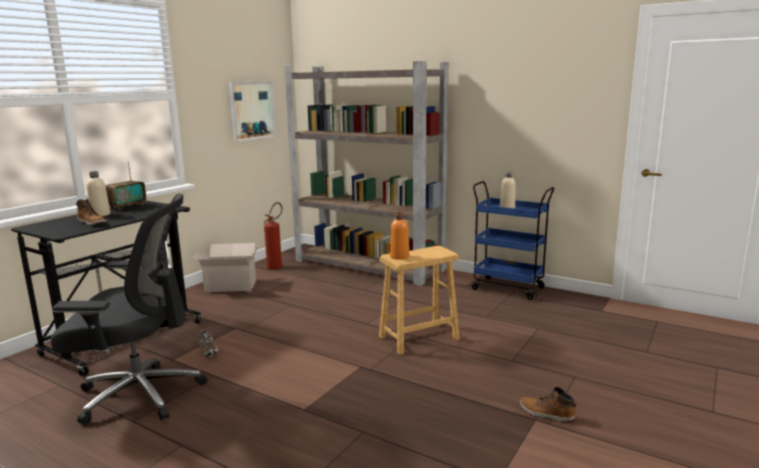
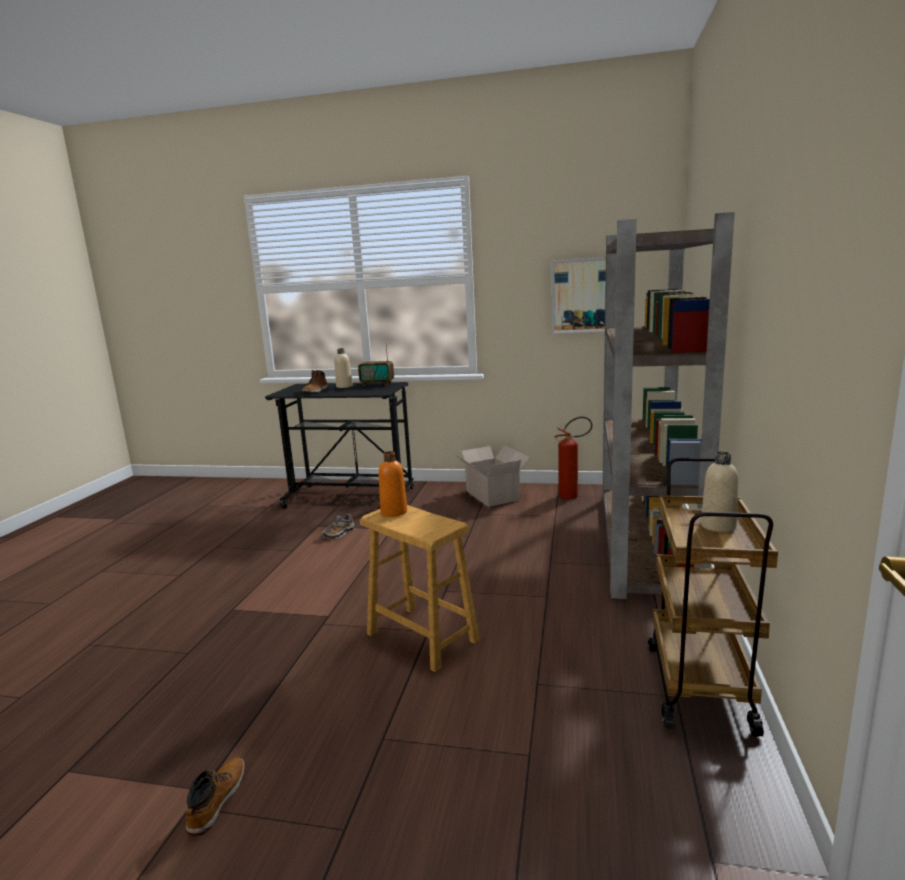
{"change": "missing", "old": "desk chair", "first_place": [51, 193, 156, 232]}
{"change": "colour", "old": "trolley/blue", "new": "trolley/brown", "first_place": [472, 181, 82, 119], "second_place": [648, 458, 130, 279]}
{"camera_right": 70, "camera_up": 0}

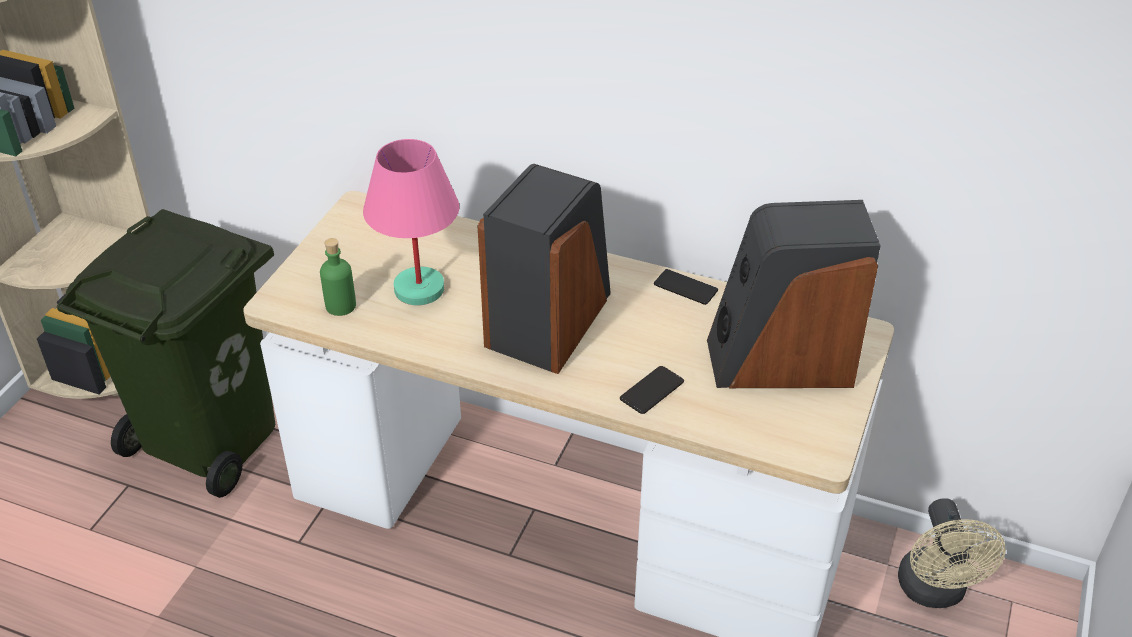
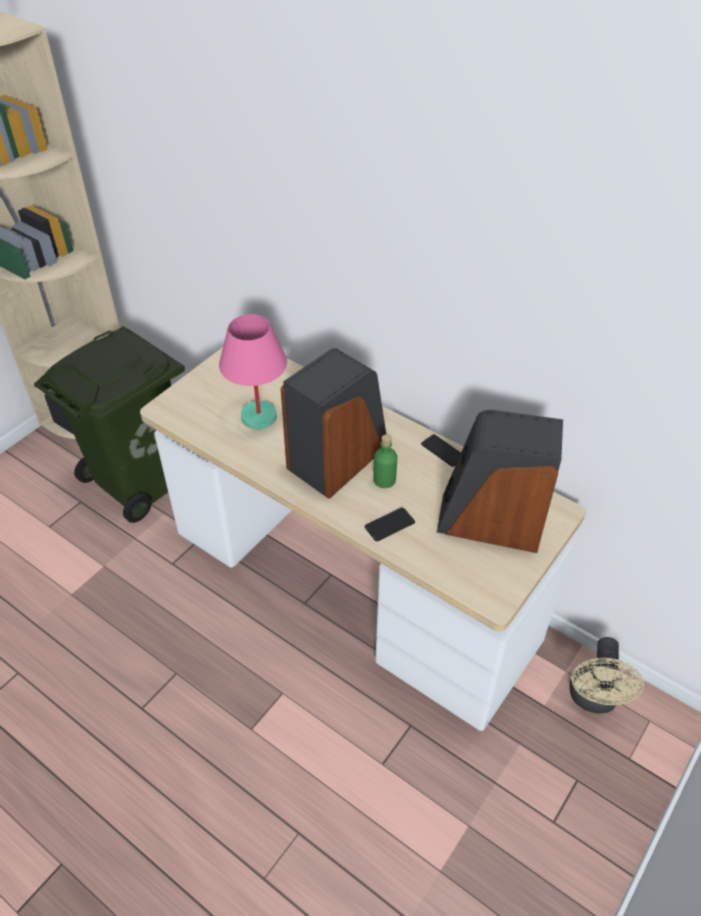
{"change": "relocated", "old": "beverage bottle/green-coloured", "first_place": [320, 238, 36, 78], "second_place": [373, 434, 24, 54]}
{"camera_right": 15, "camera_up": 5}

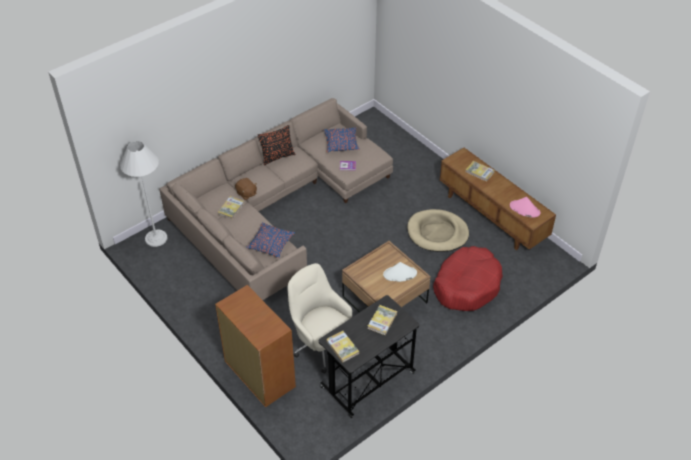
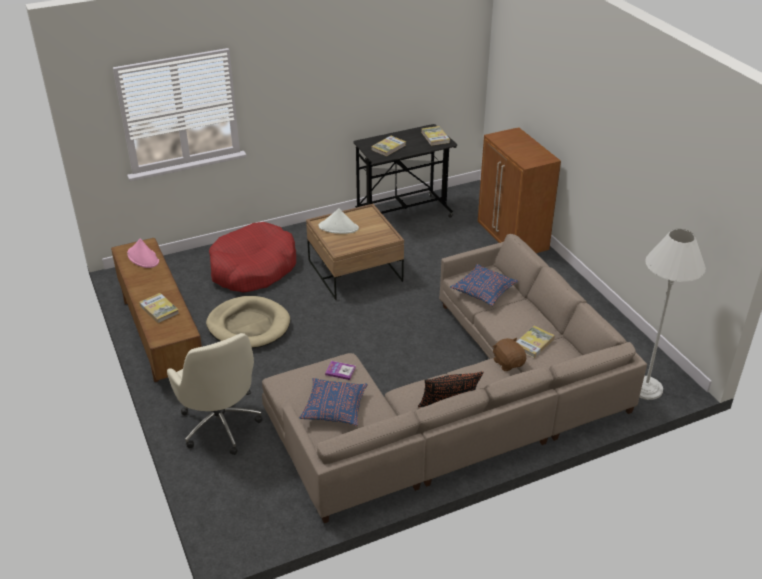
{"change": "relocated", "old": "desk chair/sand-coloured", "first_place": [288, 263, 64, 111], "second_place": [167, 333, 96, 122]}
{"camera_right": -165, "camera_up": -10}

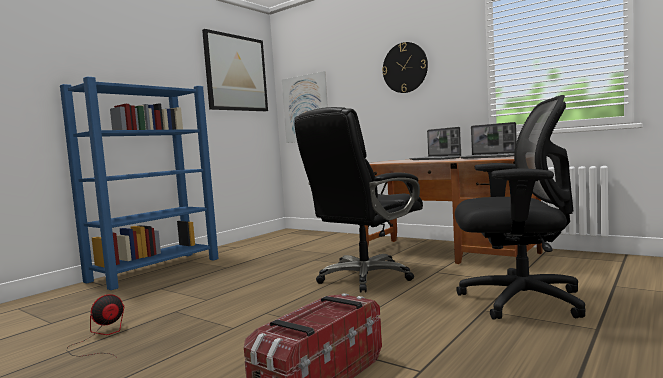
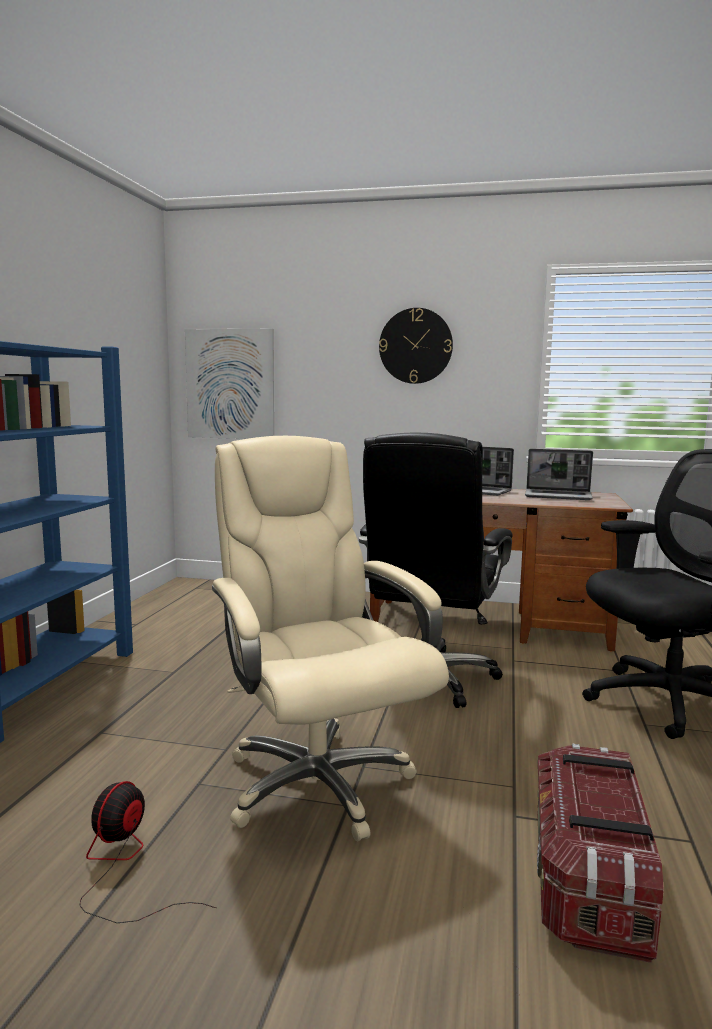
{"change": "missing", "old": "wall picture", "first_place": [202, 29, 66, 82]}
{"change": "appeared", "new": "desk chair/sand-coloured", "second_place": [212, 436, 237, 405]}
{"camera_right": -25, "camera_up": 5}

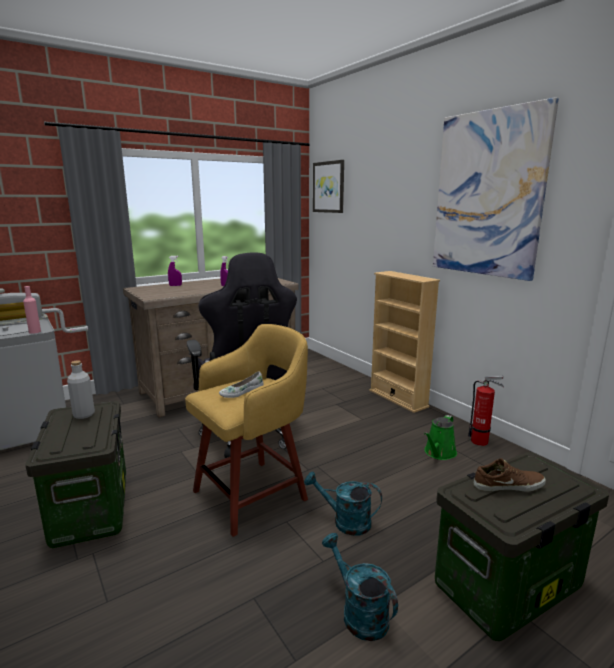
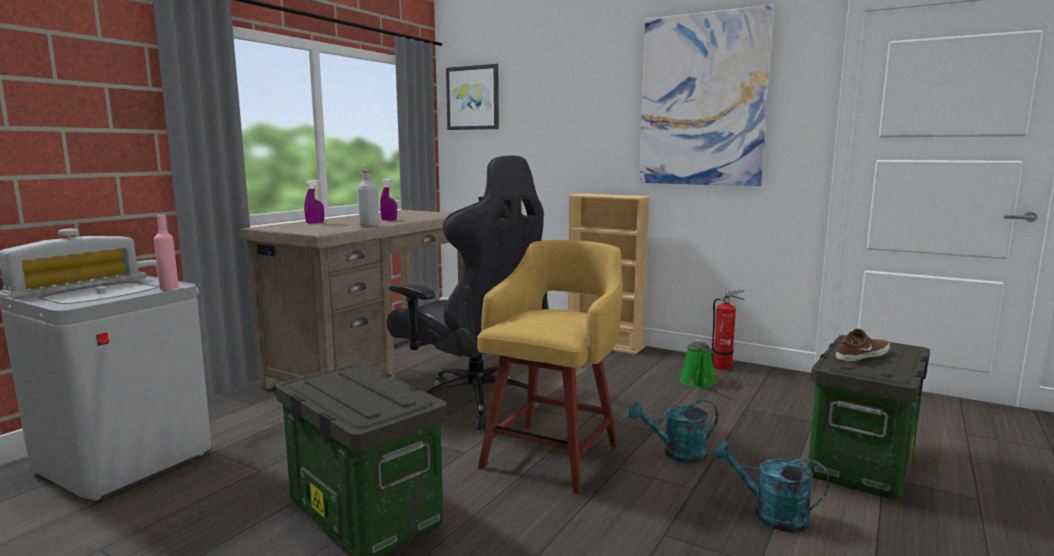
{"change": "missing", "old": "low shoe/white", "first_place": [219, 371, 45, 27]}
{"change": "relocated", "old": "beverage bottle/grey", "first_place": [67, 360, 28, 59], "second_place": [357, 171, 22, 56]}
{"camera_right": -25, "camera_up": -5}

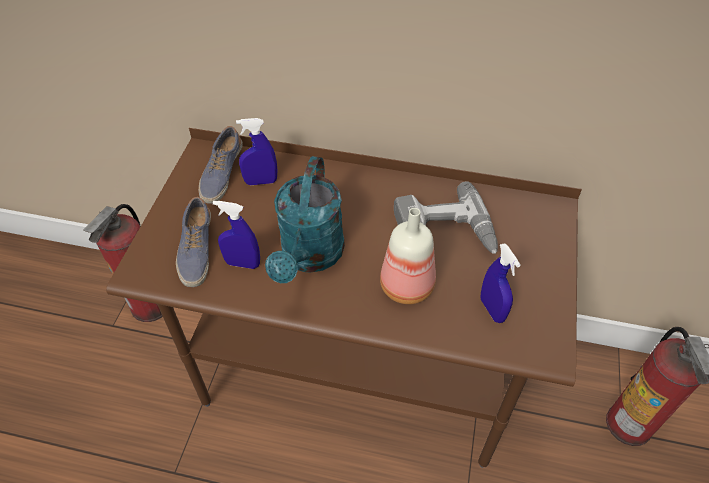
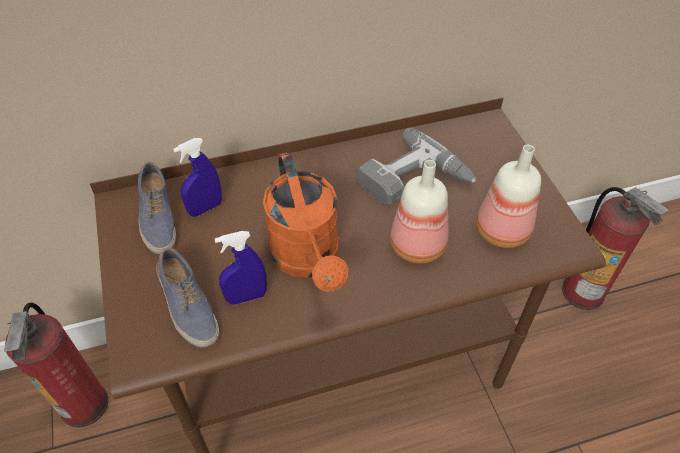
{"change": "exchanged", "old": "hand sprayer/blue", "new": "beverage bottle", "first_place": [481, 243, 40, 80], "second_place": [476, 144, 65, 104]}
{"change": "colour", "old": "watering pot/turquoise-coloured", "new": "watering pot/orange-coloured", "first_place": [265, 156, 80, 127], "second_place": [263, 152, 85, 140]}
{"camera_right": -30, "camera_up": 0}

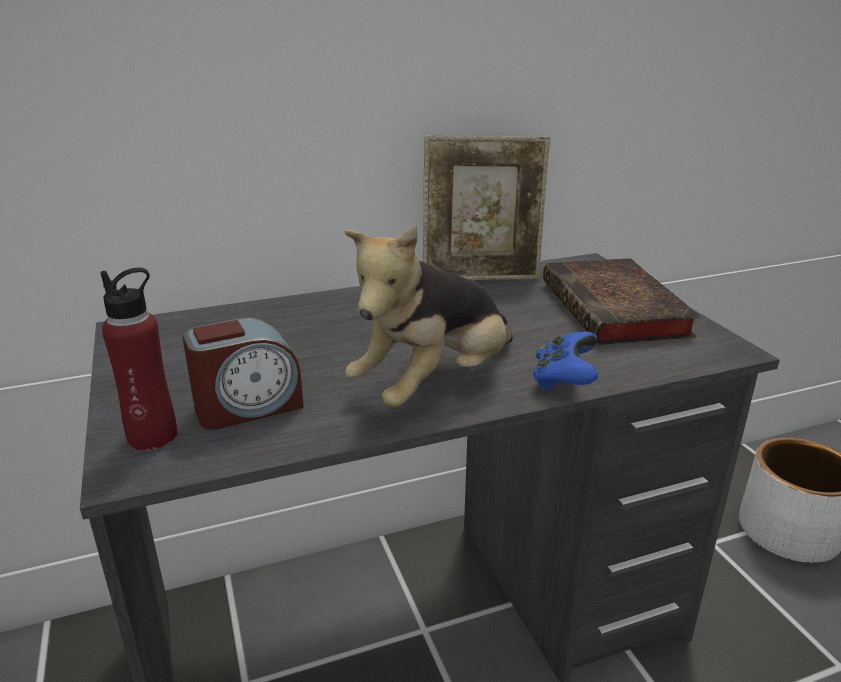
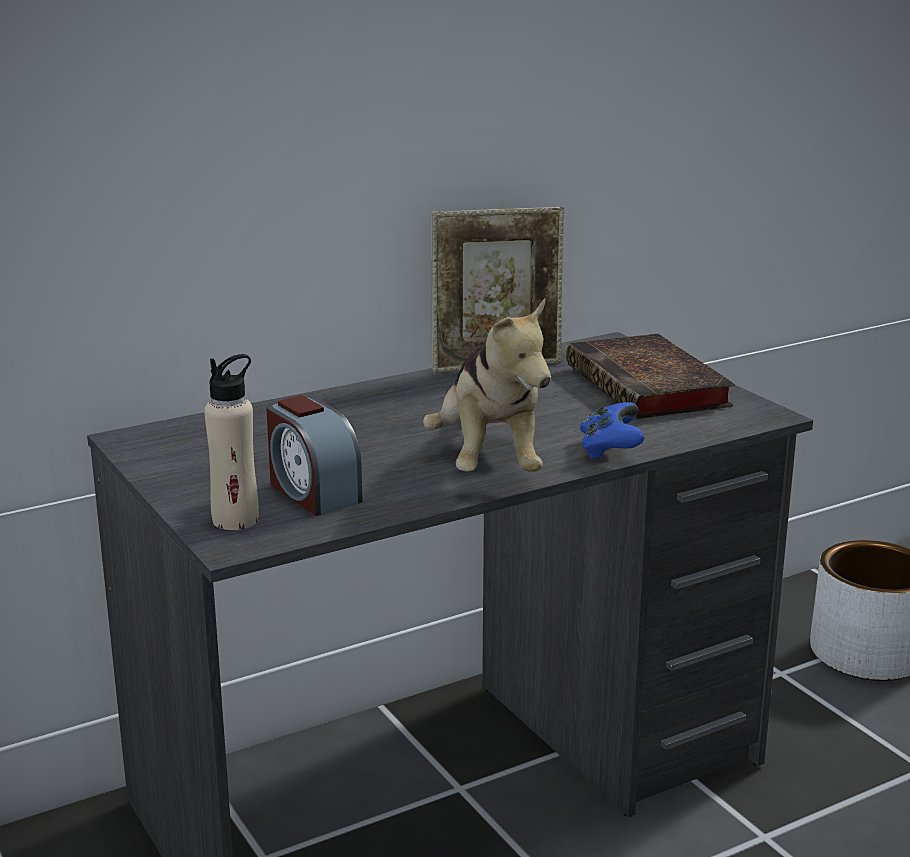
{"change": "colour", "old": "beverage bottle/reddish", "new": "beverage bottle/sand-coloured", "first_place": [100, 268, 77, 182], "second_place": [204, 354, 55, 176]}
{"change": "spun", "old": "table clock", "first_place": [182, 318, 122, 112], "second_place": [266, 395, 97, 121], "degrees": 90}
{"change": "spun", "old": "cuddly toy", "first_place": [344, 225, 169, 183], "second_place": [423, 298, 128, 174], "degrees": -45}
{"camera_right": -10, "camera_up": -5}

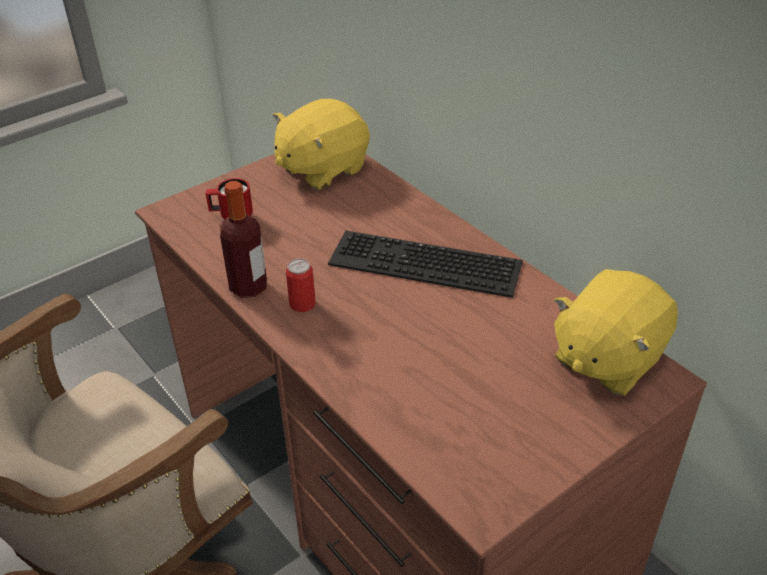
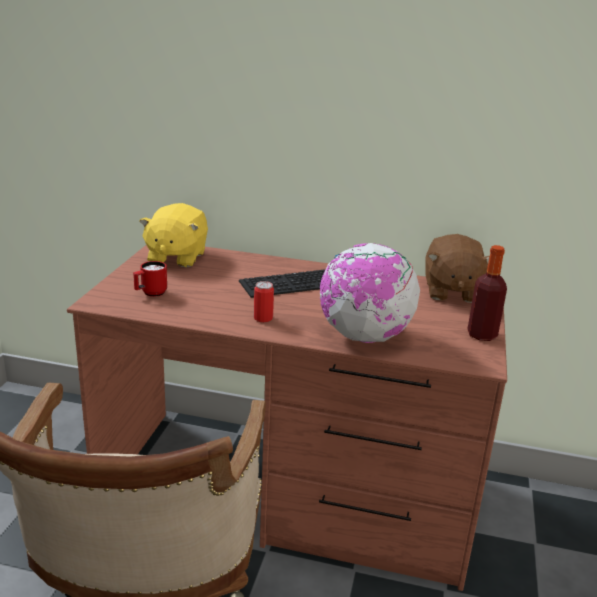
{"change": "appeared", "new": "desk globe", "second_place": [320, 243, 100, 100]}
{"change": "relocated", "old": "beverage bottle", "first_place": [220, 181, 47, 117], "second_place": [467, 245, 40, 96]}
{"change": "colour", "old": "cuddly toy/yellowish", "new": "cuddly toy/brown", "first_place": [554, 269, 124, 127], "second_place": [425, 234, 65, 69]}
{"camera_right": -40, "camera_up": -15}

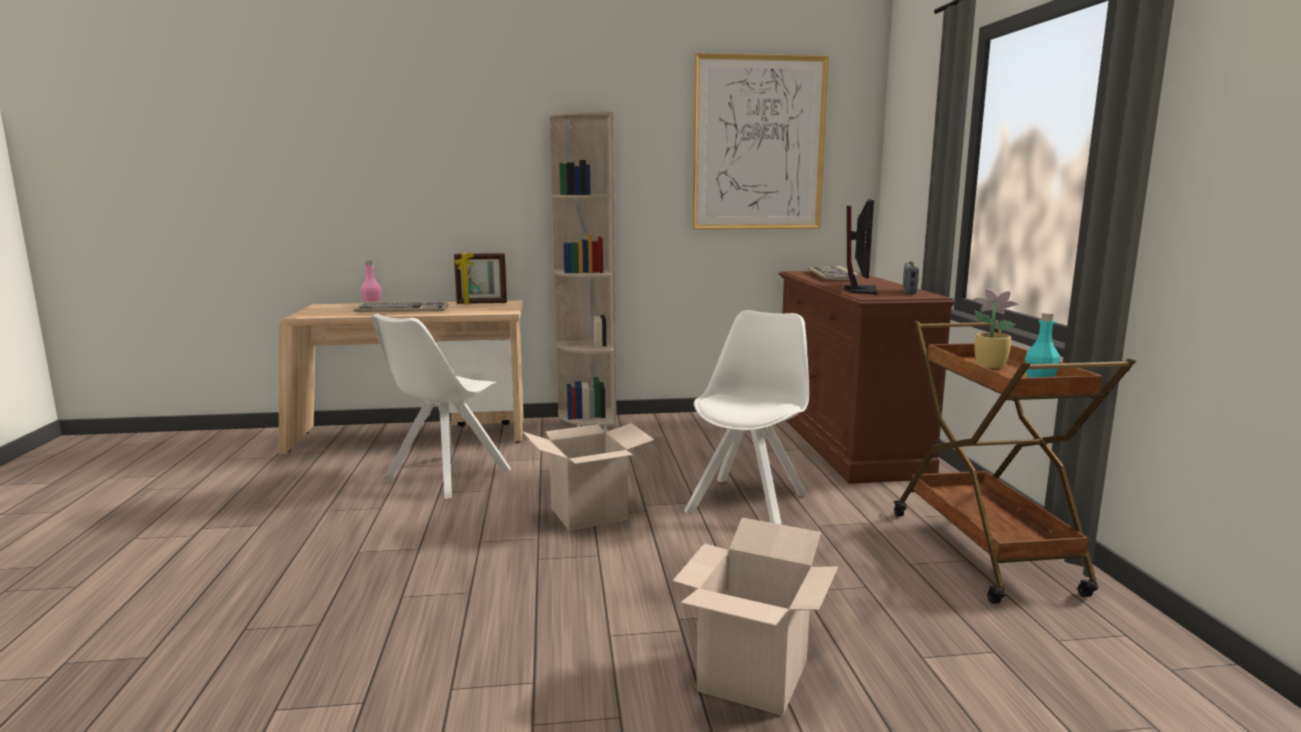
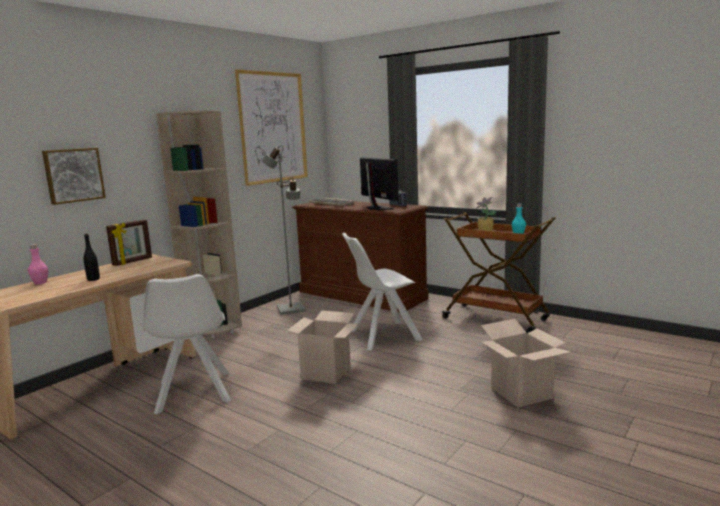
{"change": "appeared", "new": "wall picture", "second_place": [42, 148, 64, 57]}
{"change": "appeared", "new": "standard lamp/grey", "second_place": [262, 145, 44, 170]}
{"change": "exchanged", "old": "computer keyboard", "new": "beverage bottle/black-coloured", "first_place": [354, 301, 94, 11], "second_place": [84, 234, 16, 47]}
{"change": "spun", "old": "plain chair/white", "first_place": [684, 310, 125, 215], "second_place": [342, 233, 81, 117], "degrees": -90}
{"camera_right": -45, "camera_up": 0}

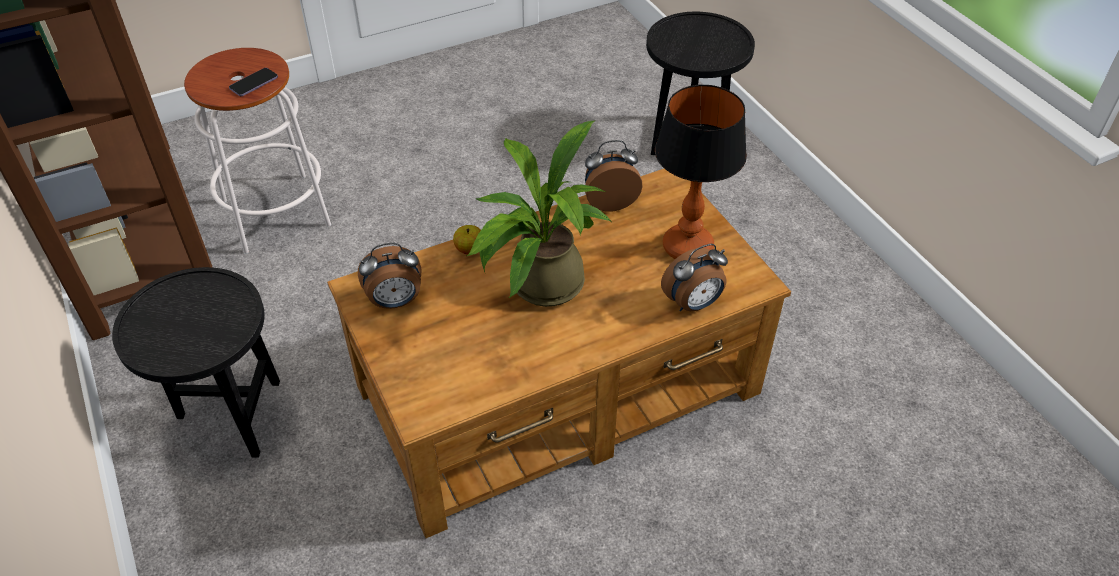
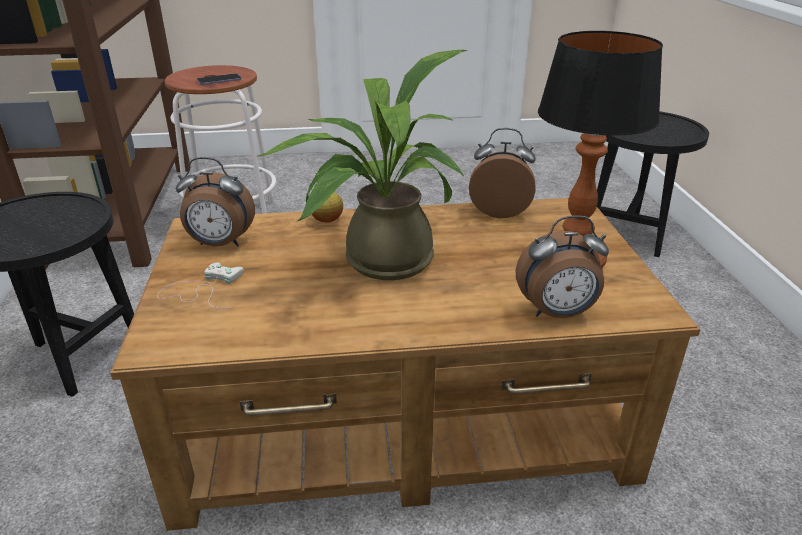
{"change": "appeared", "new": "joypad/white", "second_place": [157, 263, 87, 46]}
{"camera_right": 20, "camera_up": -15}

